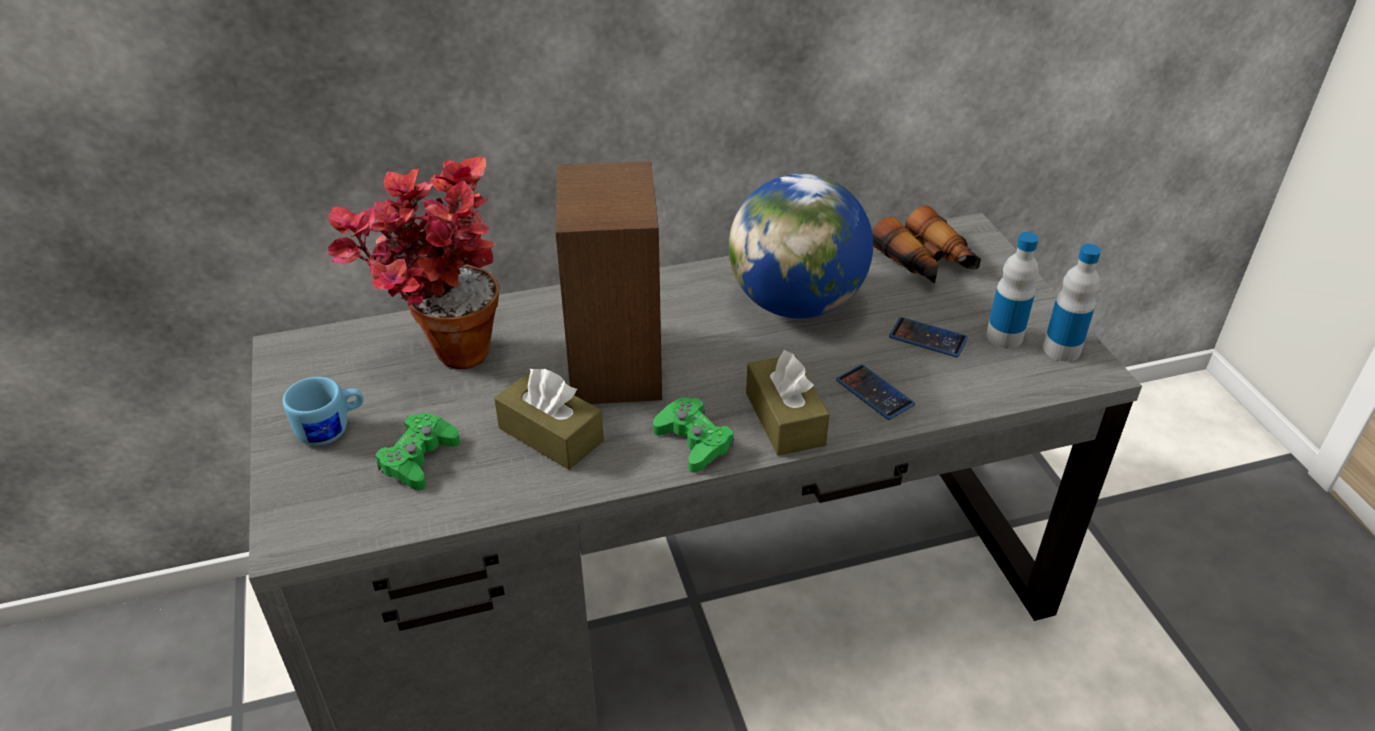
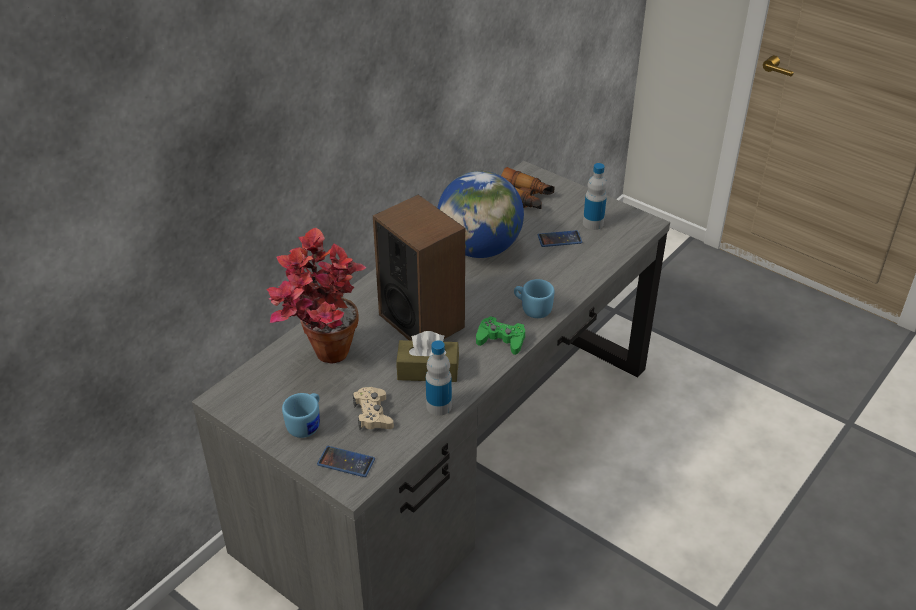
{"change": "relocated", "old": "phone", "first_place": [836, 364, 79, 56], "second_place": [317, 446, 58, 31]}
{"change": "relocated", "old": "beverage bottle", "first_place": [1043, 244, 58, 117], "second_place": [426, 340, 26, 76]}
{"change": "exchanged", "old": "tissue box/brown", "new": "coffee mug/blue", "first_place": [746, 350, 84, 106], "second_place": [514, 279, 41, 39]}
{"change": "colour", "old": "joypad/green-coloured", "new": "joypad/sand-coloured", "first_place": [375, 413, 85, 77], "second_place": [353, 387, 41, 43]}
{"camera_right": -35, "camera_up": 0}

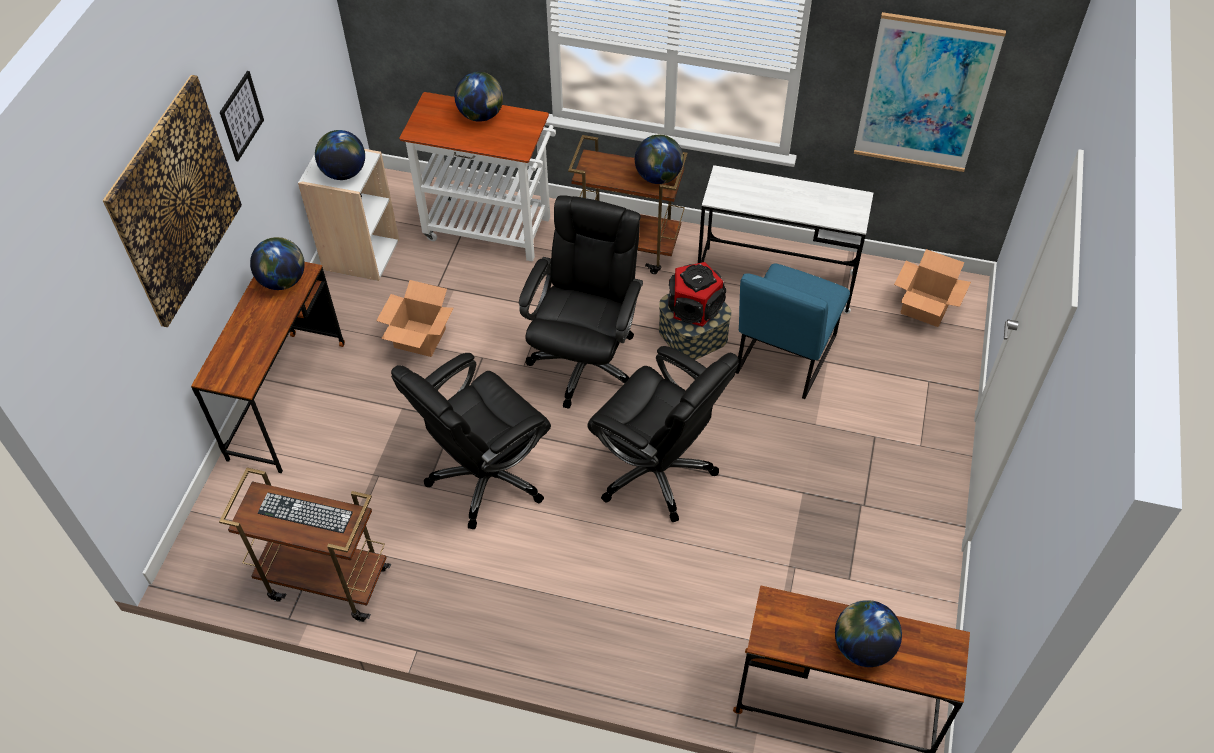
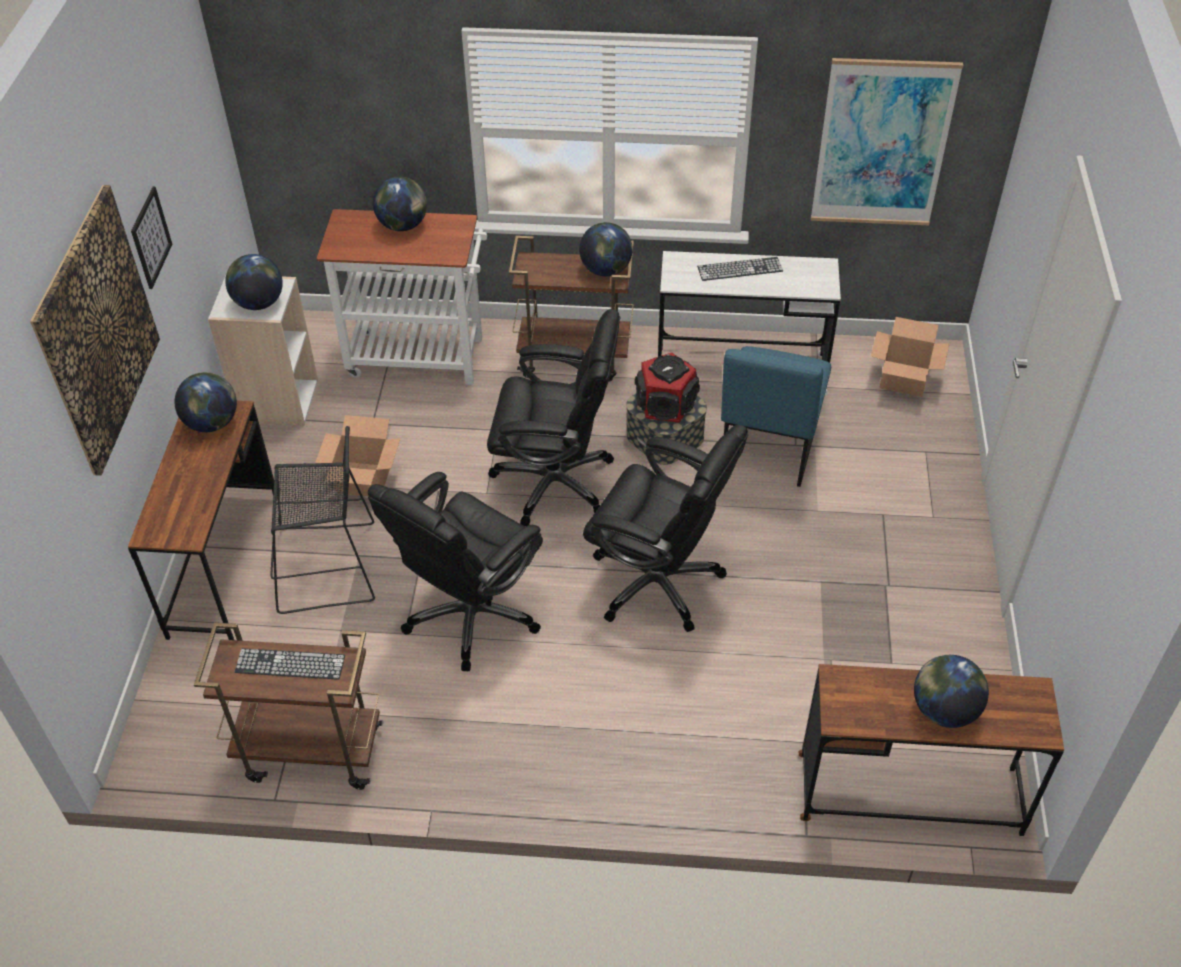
{"change": "appeared", "new": "stool seat/black-coloured", "second_place": [271, 426, 104, 188]}
{"change": "appeared", "new": "computer keyboard", "second_place": [697, 257, 86, 24]}
{"change": "spun", "old": "desk chair/black-coloured", "first_place": [519, 195, 124, 214], "second_place": [487, 309, 134, 217], "degrees": 90}
{"camera_right": -10, "camera_up": -5}

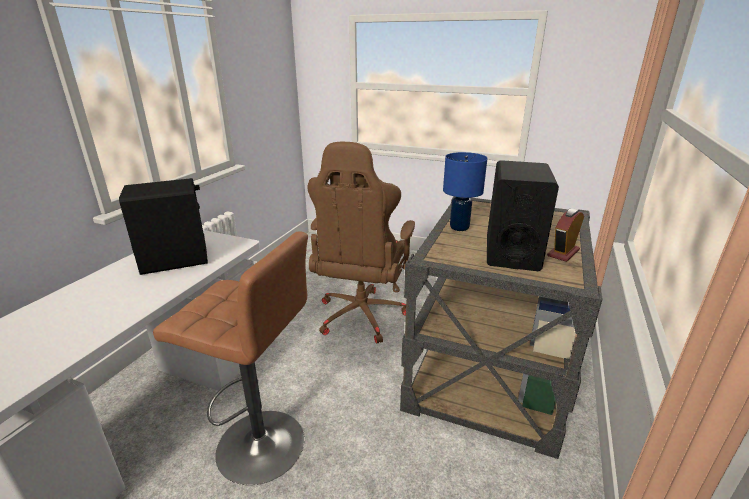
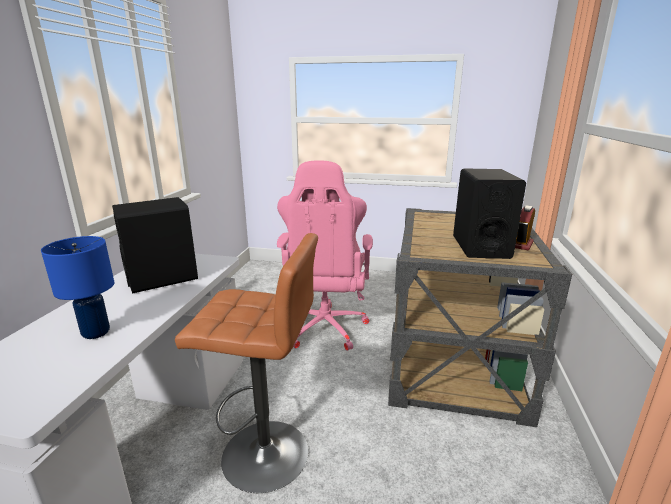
{"change": "relocated", "old": "tabletop lamp/blue", "first_place": [443, 152, 45, 79], "second_place": [41, 236, 73, 103]}
{"change": "colour", "old": "desk chair/brown", "new": "desk chair/pink", "first_place": [307, 142, 108, 202], "second_place": [277, 161, 96, 190]}
{"camera_right": -10, "camera_up": -5}

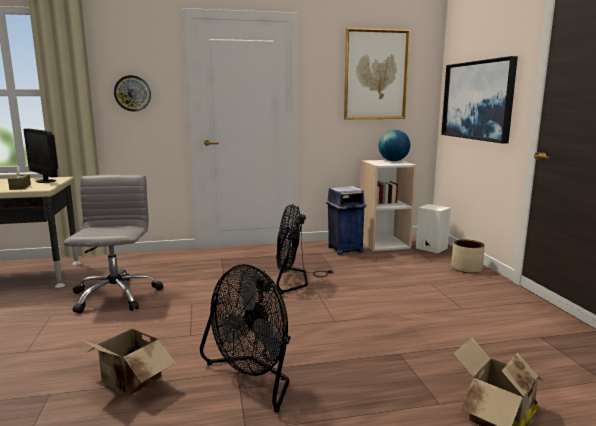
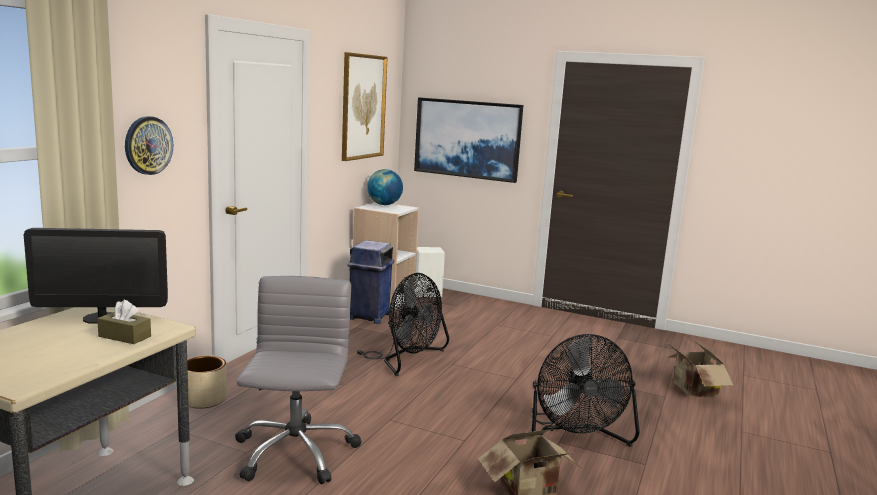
{"change": "relocated", "old": "flower pot/sand-coloured", "first_place": [451, 239, 34, 34], "second_place": [187, 356, 40, 53]}
{"change": "spun", "old": "desk chair/grey", "first_place": [63, 174, 100, 140], "second_place": [235, 276, 127, 208], "degrees": 60}
{"change": "spun", "old": "electric fan/black-coloured", "first_place": [276, 204, 57, 91], "second_place": [357, 273, 92, 103], "degrees": -90}
{"camera_right": -55, "camera_up": 0}

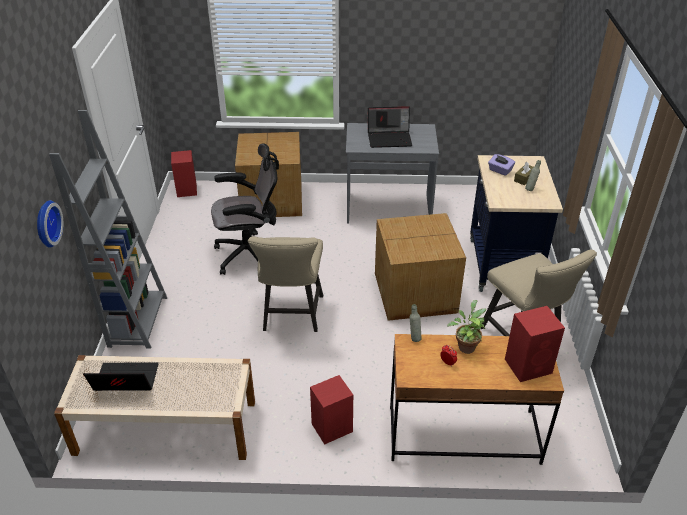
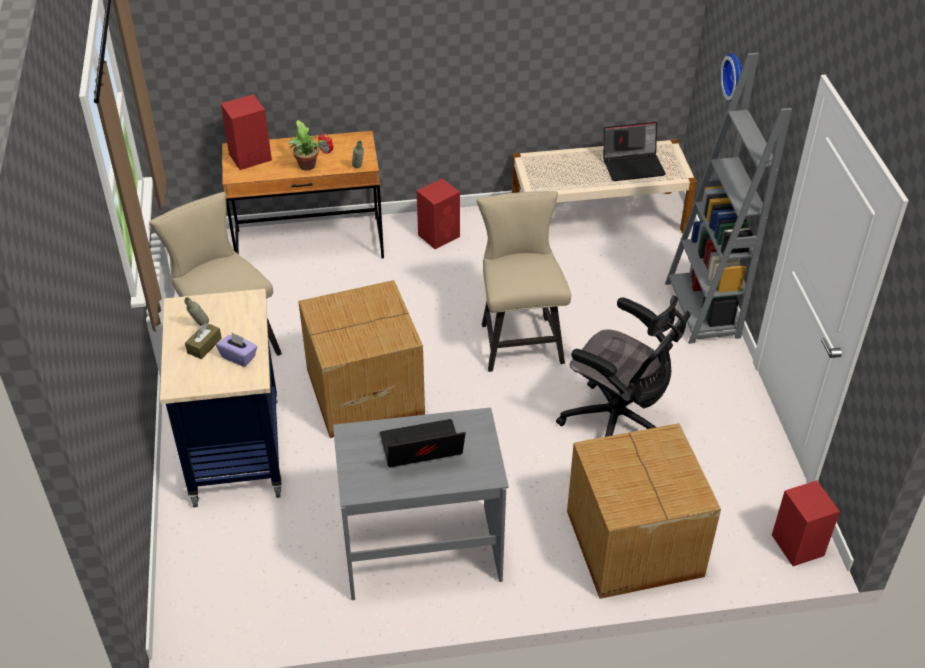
{"change": "spun", "old": "desk chair", "first_place": [211, 144, 68, 131], "second_place": [556, 295, 134, 142], "degrees": -120}
{"camera_right": 170, "camera_up": 5}

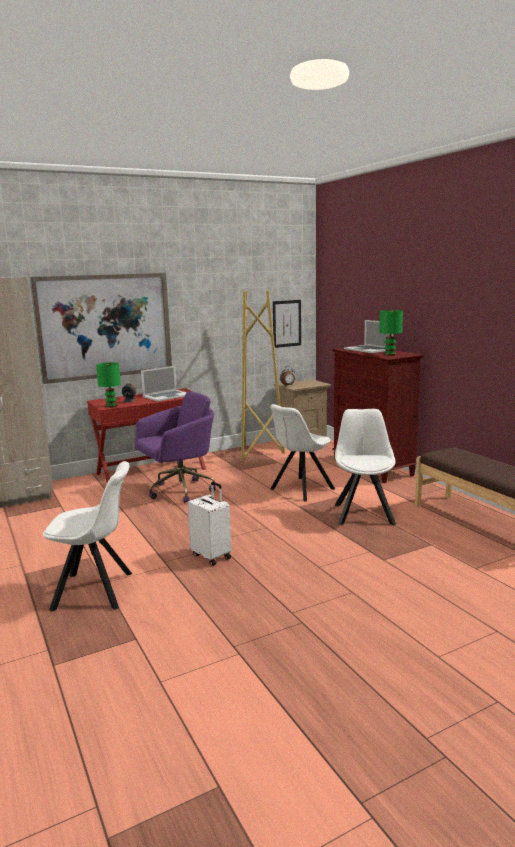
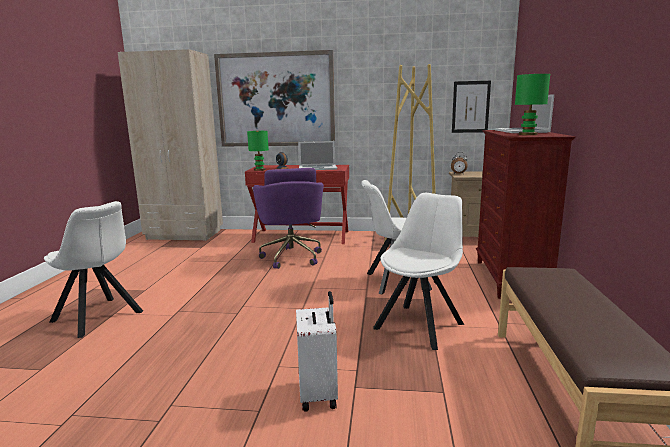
{"change": "relocated", "old": "travel case/white", "first_place": [187, 482, 44, 84], "second_place": [296, 291, 42, 121]}
{"change": "spun", "old": "desk chair/purple-coloured", "first_place": [135, 391, 81, 112], "second_place": [253, 168, 71, 101], "degrees": 75}
{"camera_right": 35, "camera_up": 0}

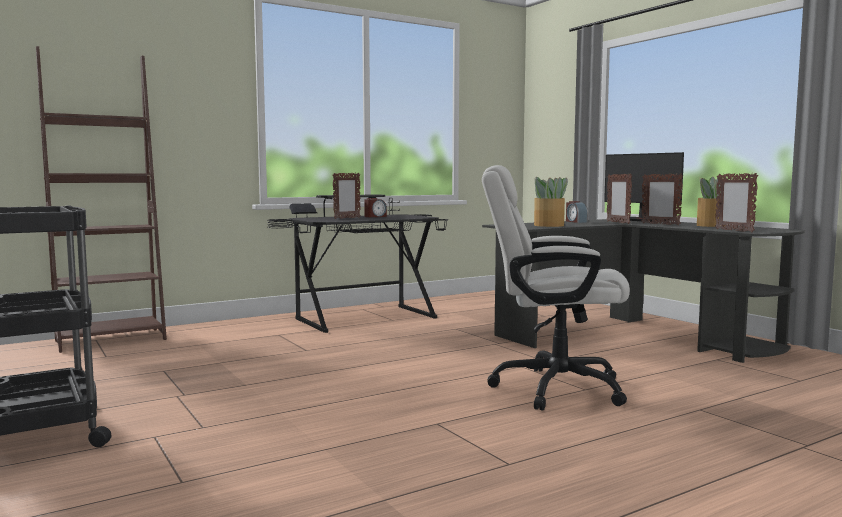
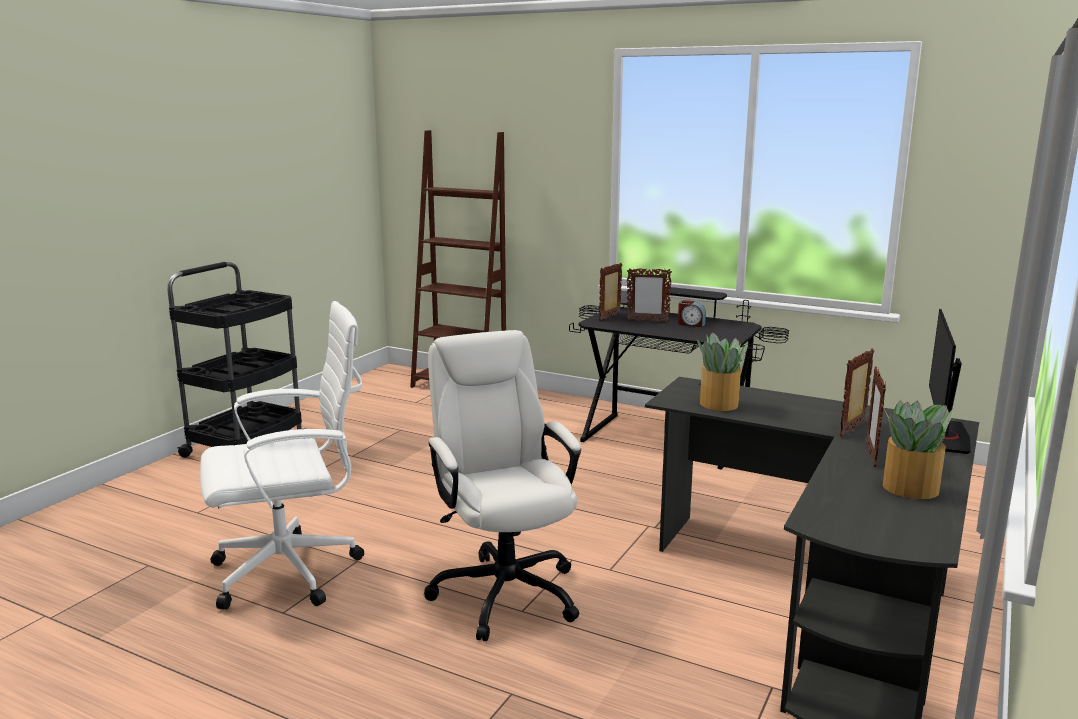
{"change": "missing", "old": "table clock", "first_place": [566, 201, 22, 22]}
{"change": "appeared", "new": "desk chair/white", "second_place": [200, 301, 164, 309]}
{"change": "relocated", "old": "picture frame", "first_place": [715, 173, 43, 59], "second_place": [599, 262, 23, 59]}
{"camera_right": 60, "camera_up": 10}

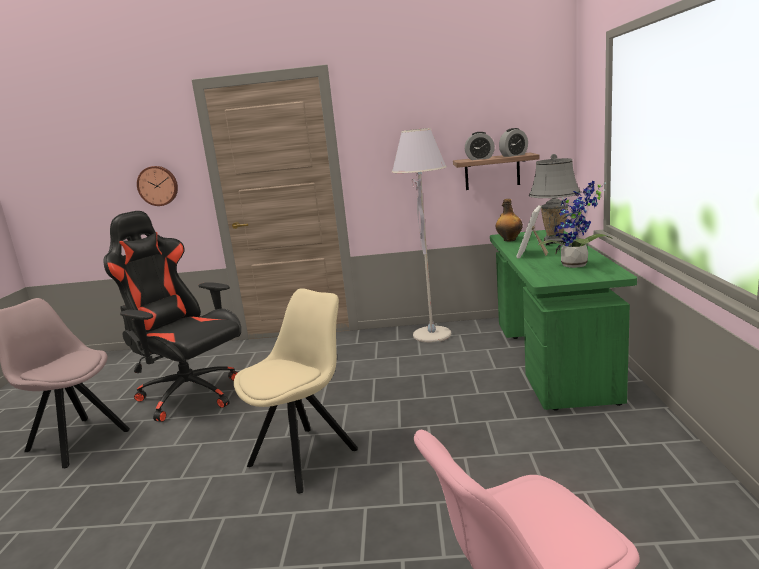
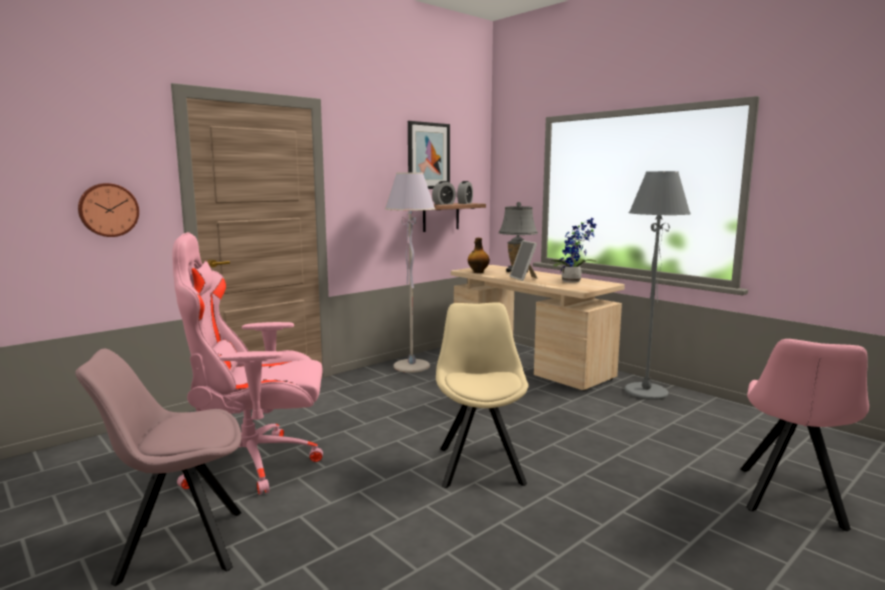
{"change": "appeared", "new": "wall picture", "second_place": [408, 121, 42, 68]}
{"change": "appeared", "new": "standard lamp/grey", "second_place": [624, 171, 67, 229]}
{"change": "colour", "old": "desk chair/black-coloured", "new": "desk chair/pink", "first_place": [104, 211, 137, 211], "second_place": [172, 232, 151, 263]}
{"change": "colour", "old": "desk unit/green-coloured", "new": "desk unit/sand-coloured", "first_place": [490, 230, 147, 181], "second_place": [451, 265, 174, 126]}
{"camera_right": -45, "camera_up": -5}

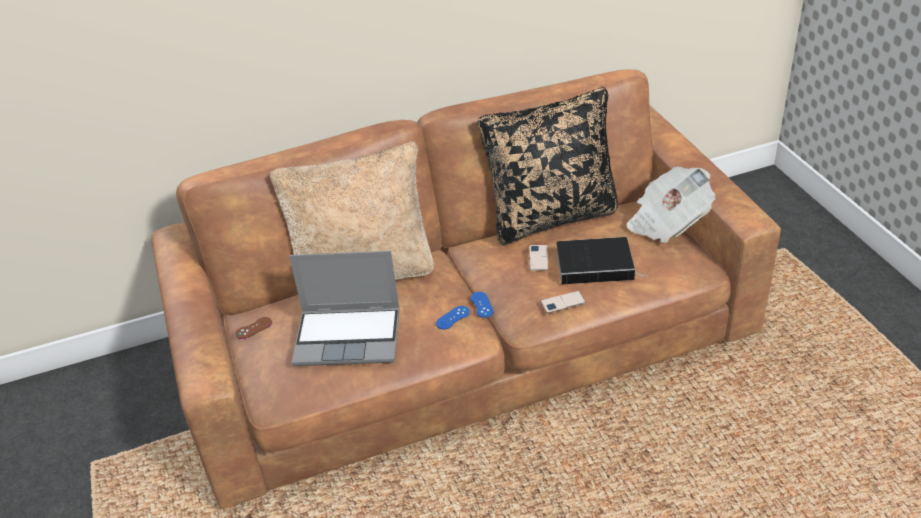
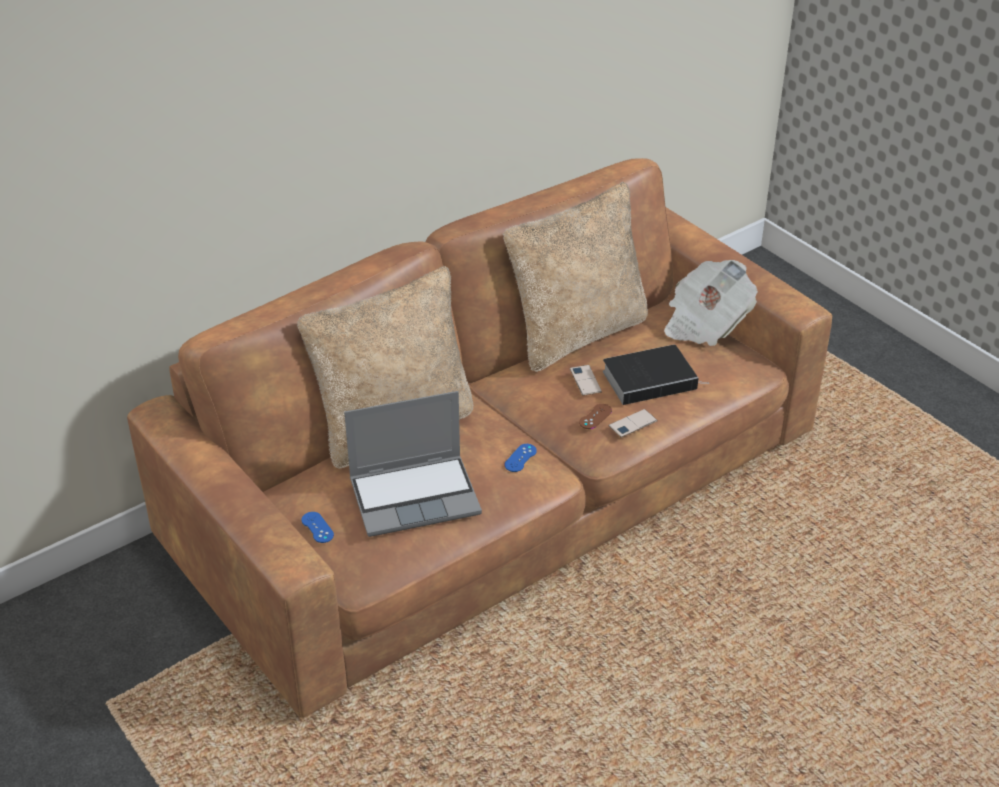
{"change": "relocated", "old": "joypad/brown", "first_place": [235, 317, 37, 22], "second_place": [579, 404, 33, 25]}
{"change": "relocated", "old": "joypad/blue", "first_place": [471, 292, 23, 26], "second_place": [302, 512, 32, 31]}
{"change": "colour", "old": "throw pillow/black-coloured", "new": "throw pillow/sand-coloured", "first_place": [477, 87, 141, 158], "second_place": [503, 182, 145, 190]}
{"camera_right": -20, "camera_up": 0}

